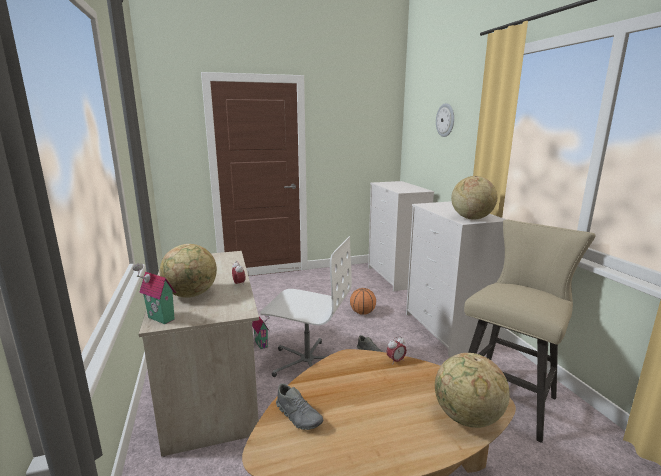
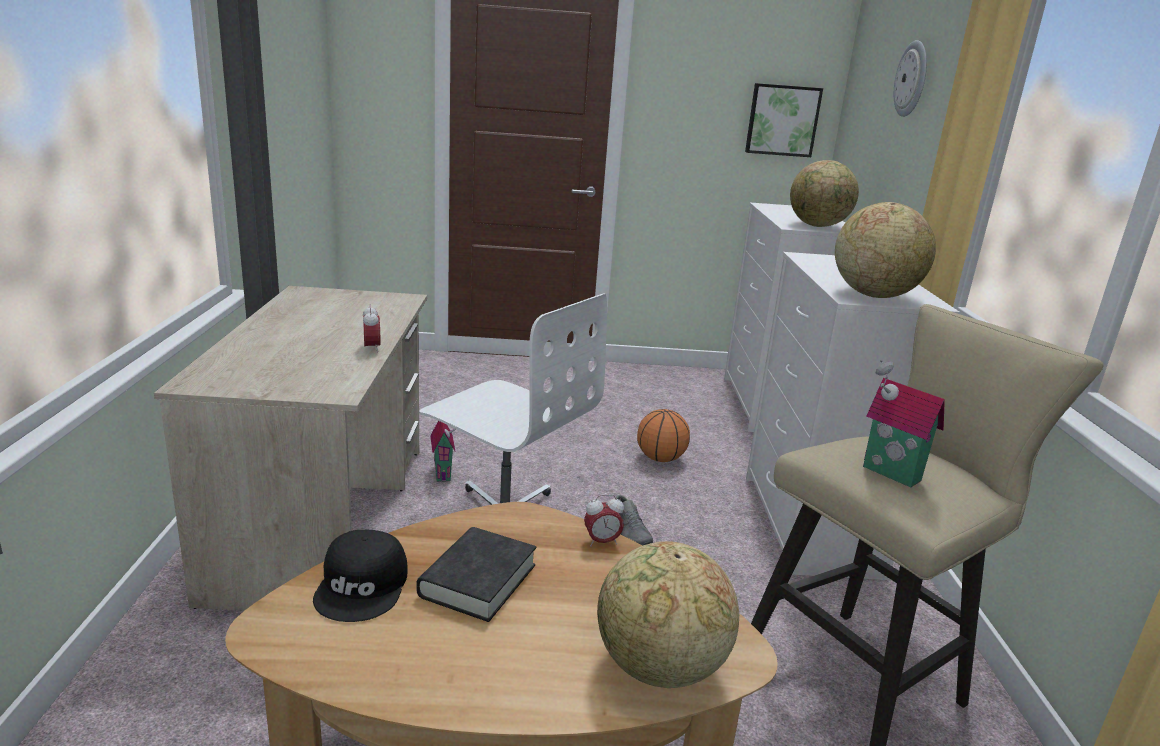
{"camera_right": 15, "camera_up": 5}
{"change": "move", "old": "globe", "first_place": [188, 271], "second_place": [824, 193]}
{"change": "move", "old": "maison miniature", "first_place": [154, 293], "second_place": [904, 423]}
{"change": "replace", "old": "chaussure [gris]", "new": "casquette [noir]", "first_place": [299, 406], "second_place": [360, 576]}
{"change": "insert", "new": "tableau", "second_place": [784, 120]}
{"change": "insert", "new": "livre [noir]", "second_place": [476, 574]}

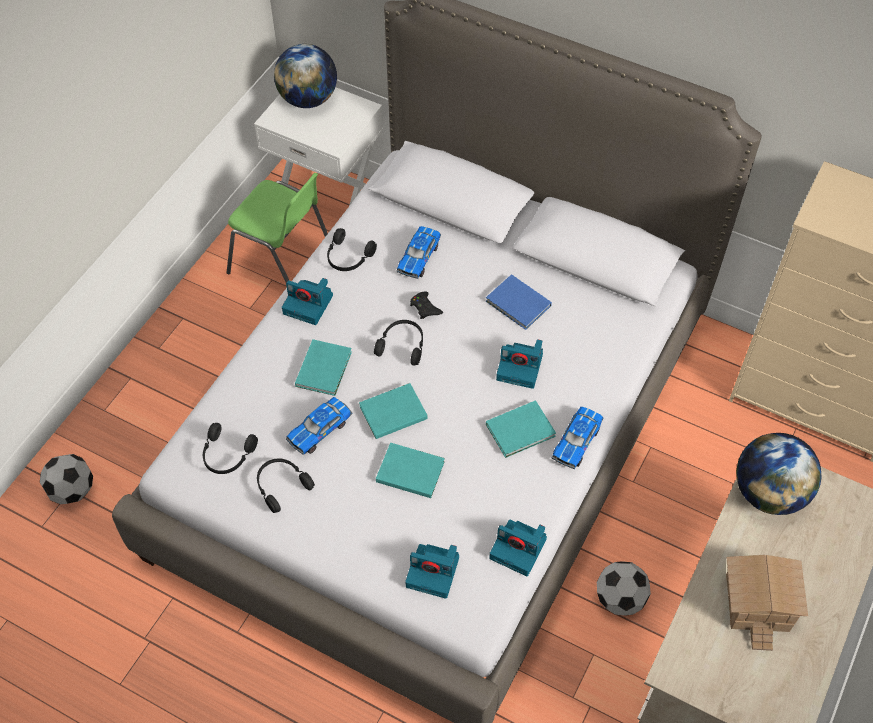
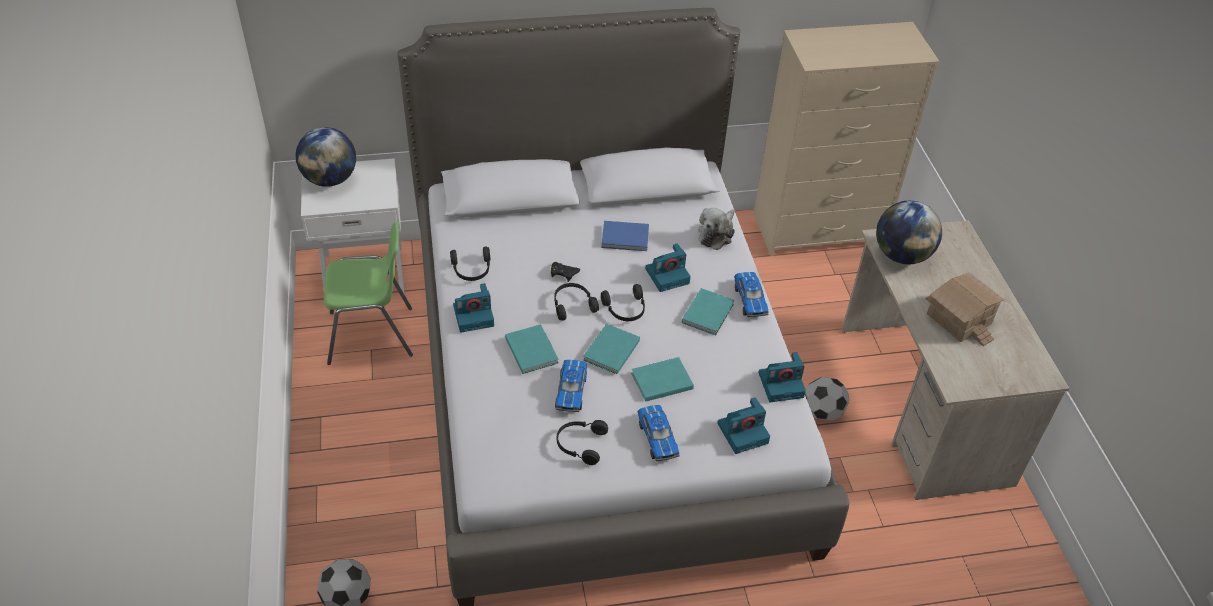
{"camera_right": -40, "camera_up": -10}
{"change": "move", "old": "petite voiture", "first_place": [419, 252], "second_place": [658, 433]}
{"change": "move", "old": "casque audio [noir]", "first_place": [230, 448], "second_place": [623, 302]}
{"change": "insert", "new": "peluche", "second_place": [716, 229]}

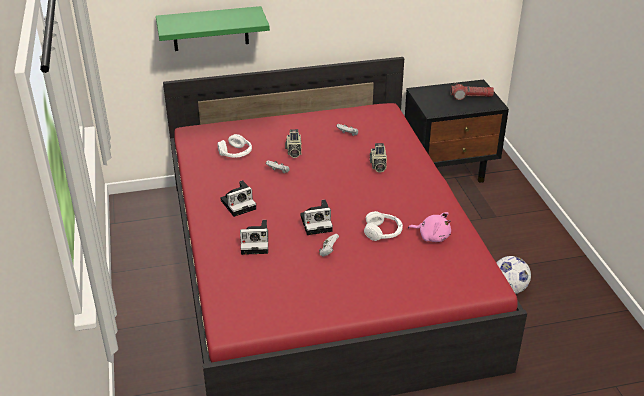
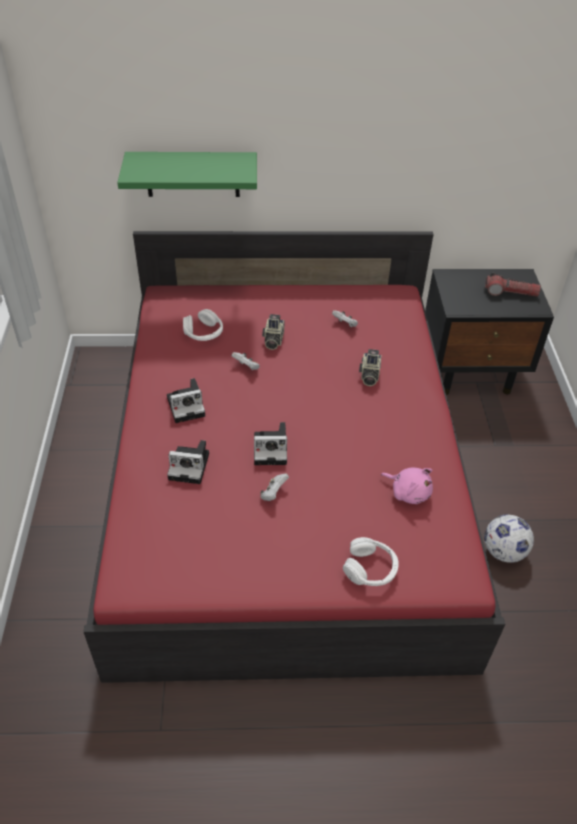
{"camera_right": 10, "camera_up": 10}
{"change": "move", "old": "casque audio [blanc]", "first_place": [383, 226], "second_place": [371, 561]}

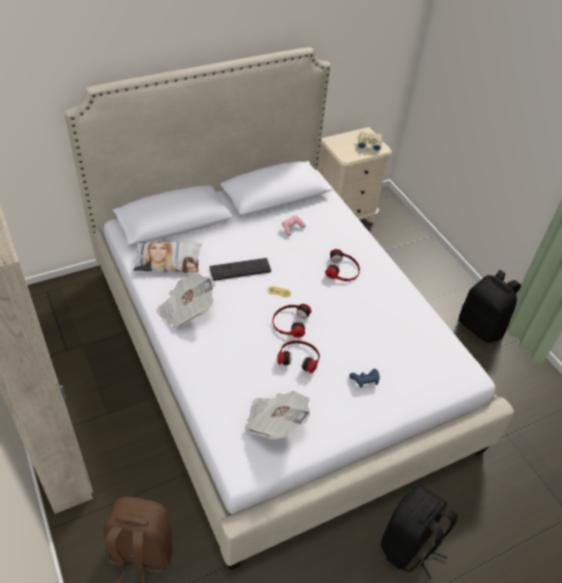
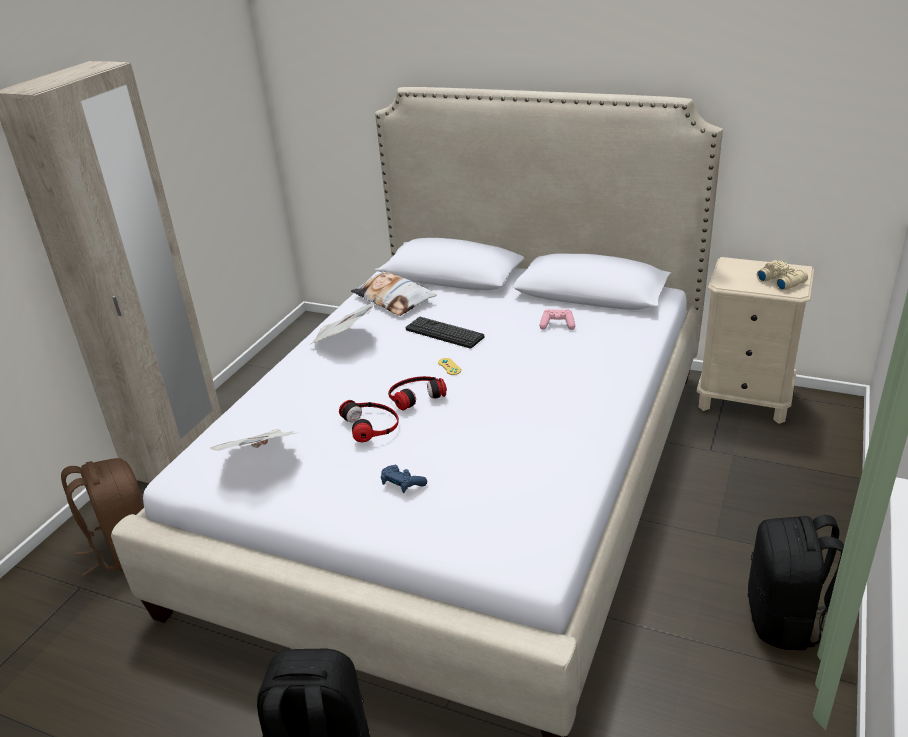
{"camera_right": 55, "camera_up": -15}
{"change": "delete", "old": "casque audio", "first_place": [342, 265]}

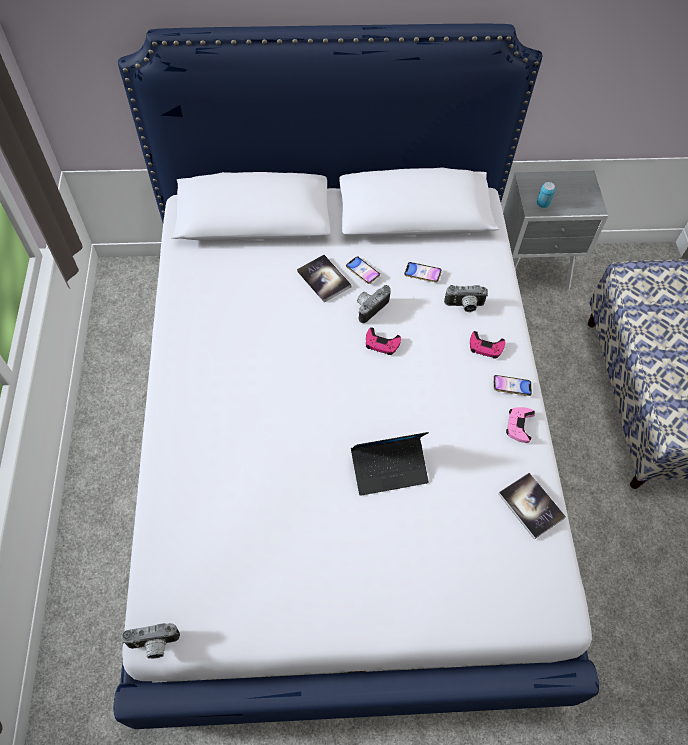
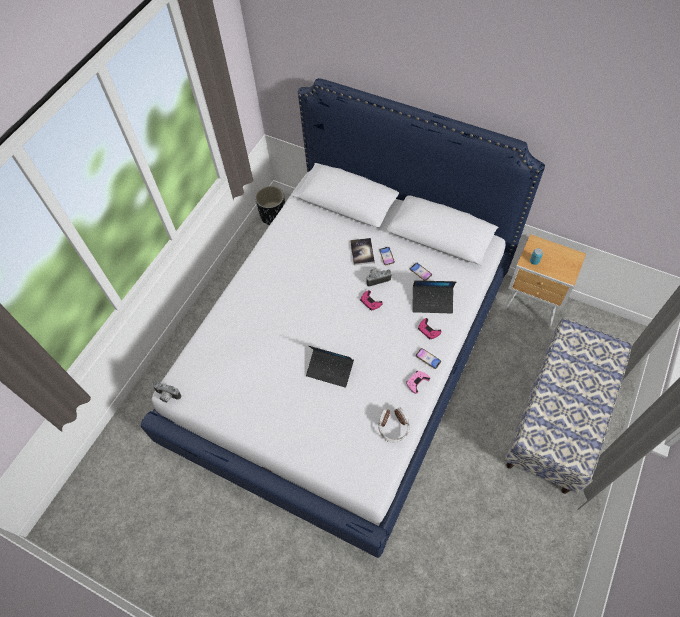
{"camera_right": 35, "camera_up": 0}
{"change": "recolor", "old": "table de chevet [gris]", "new": "table de chevet [marron]", "first_place": [555, 230], "second_place": [544, 280]}
{"change": "replace", "old": "appareil photo", "new": "ordinateur portable", "first_place": [466, 298], "second_place": [434, 296]}
{"change": "replace", "old": "livre", "new": "casque audio", "first_place": [532, 506], "second_place": [393, 425]}
{"change": "insert", "new": "cache-pot [noir]", "second_place": [270, 205]}

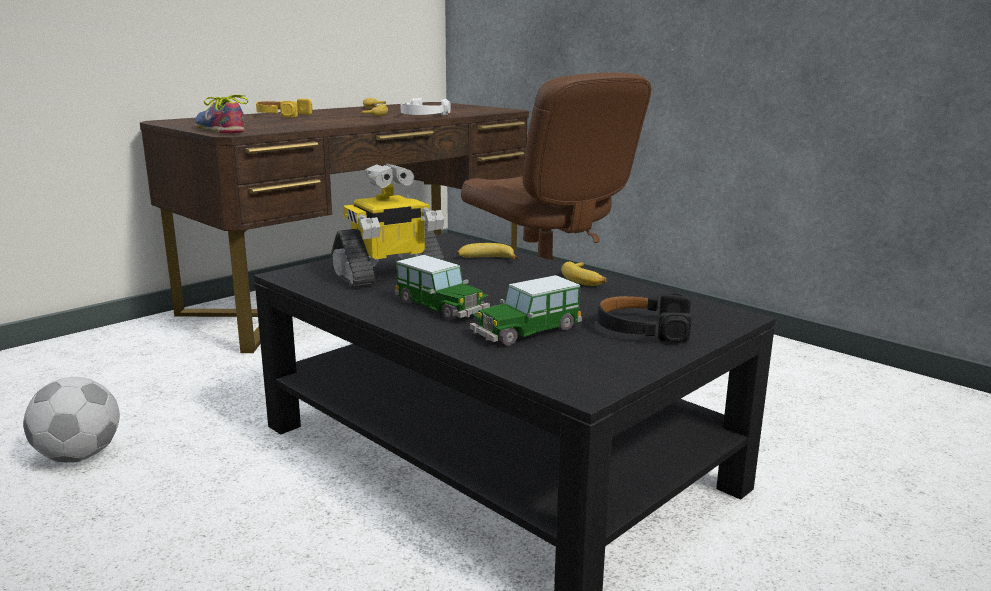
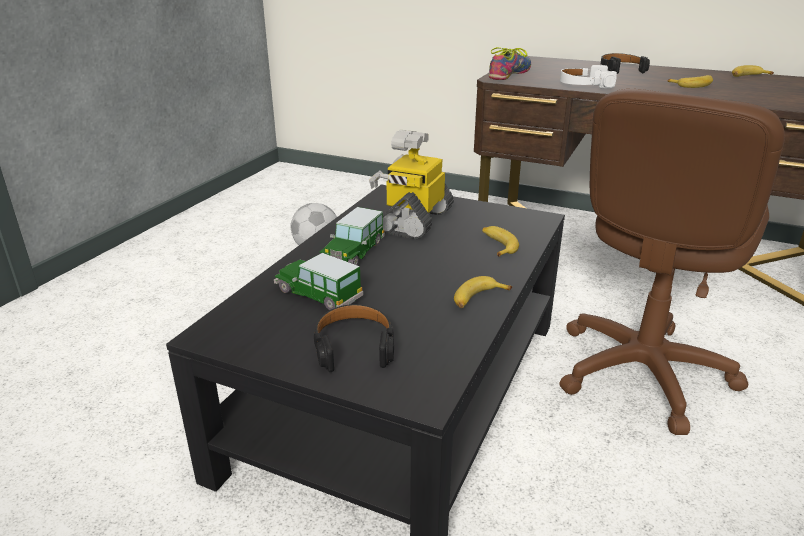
{"camera_right": 70, "camera_up": 10}
{"change": "recolor", "old": "casque audio [jaune]", "new": "casque audio [noir]", "first_place": [284, 108], "second_place": [625, 63]}
{"change": "move", "old": "casque audio [blanc]", "first_place": [426, 107], "second_place": [588, 76]}
{"change": "rotate", "old": "robot jouet", "first_place": [387, 226], "second_place": [411, 184], "degrees": 75}

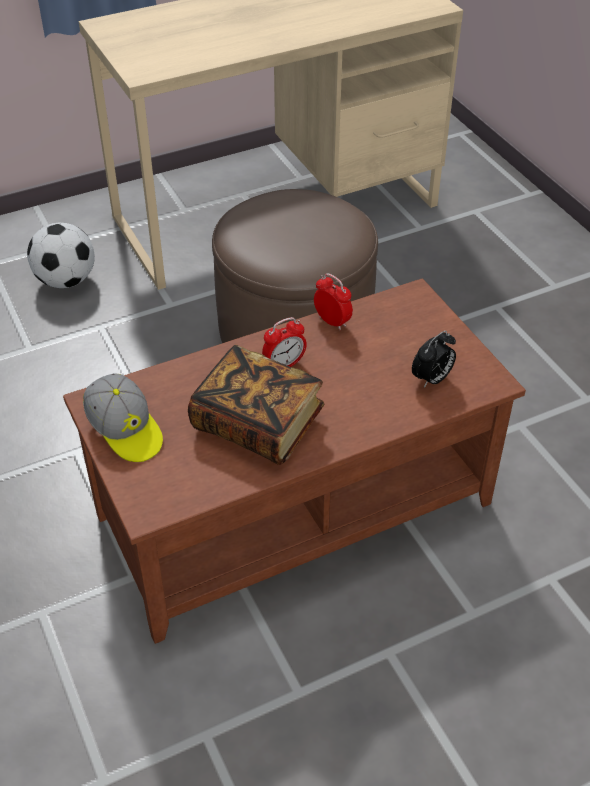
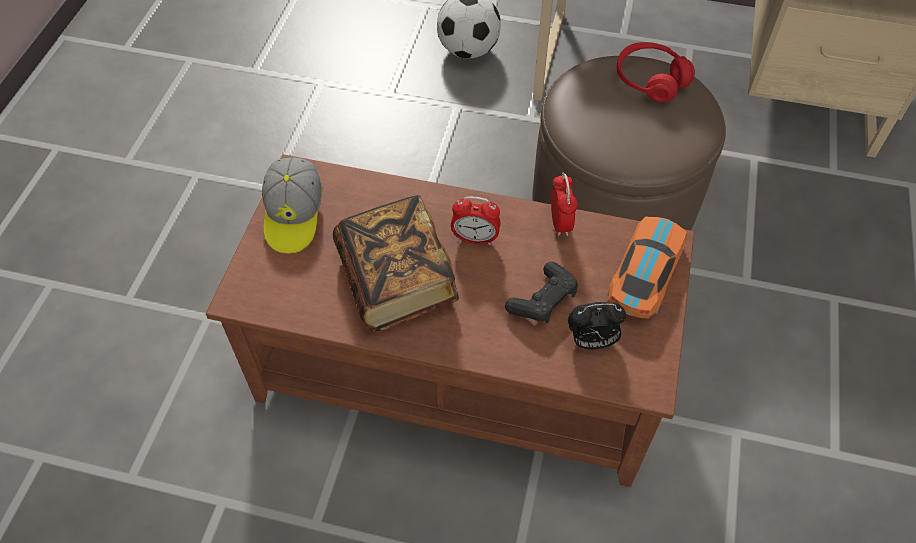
{"camera_right": 40, "camera_up": 10}
{"change": "insert", "new": "casque audio [rouge]", "second_place": [656, 72]}
{"change": "insert", "new": "petite voiture", "second_place": [647, 268]}
{"change": "insert", "new": "manette [noir]", "second_place": [541, 293]}

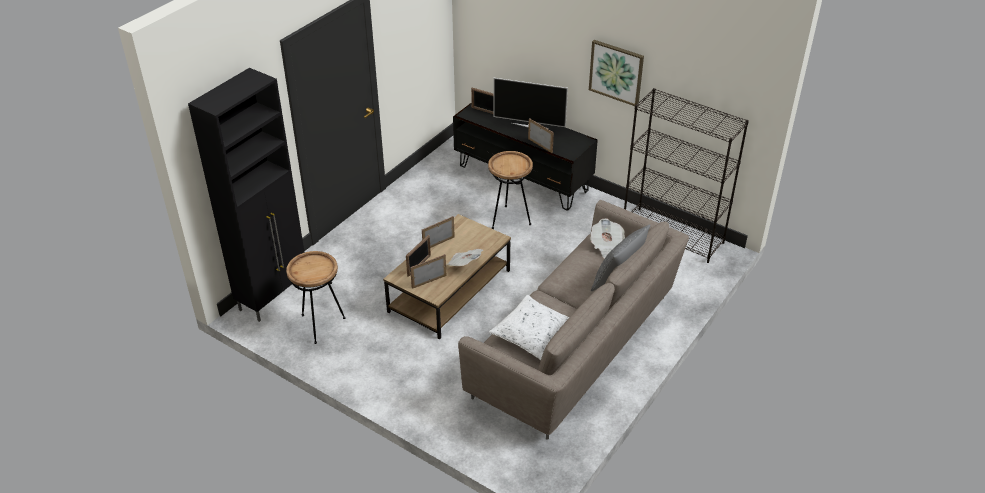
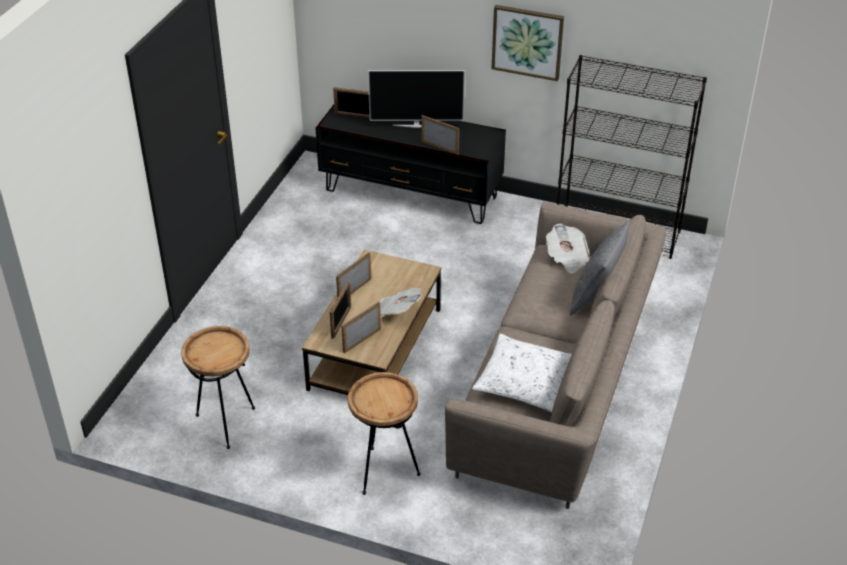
{"camera_right": -15, "camera_up": 0}
{"change": "delete", "old": "meuble de rangement [noir]", "first_place": [246, 195]}
{"change": "move", "old": "table d'appoint [marron]", "first_place": [510, 190], "second_place": [384, 433]}

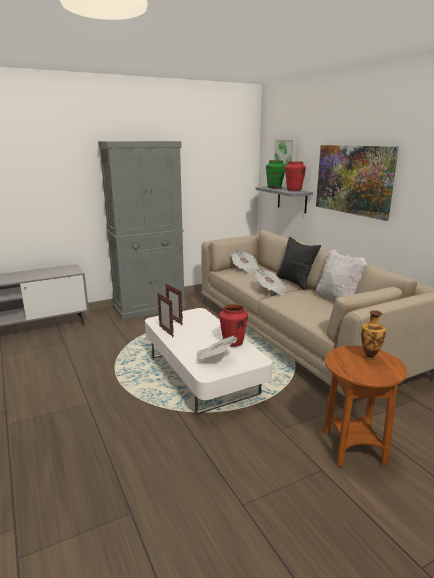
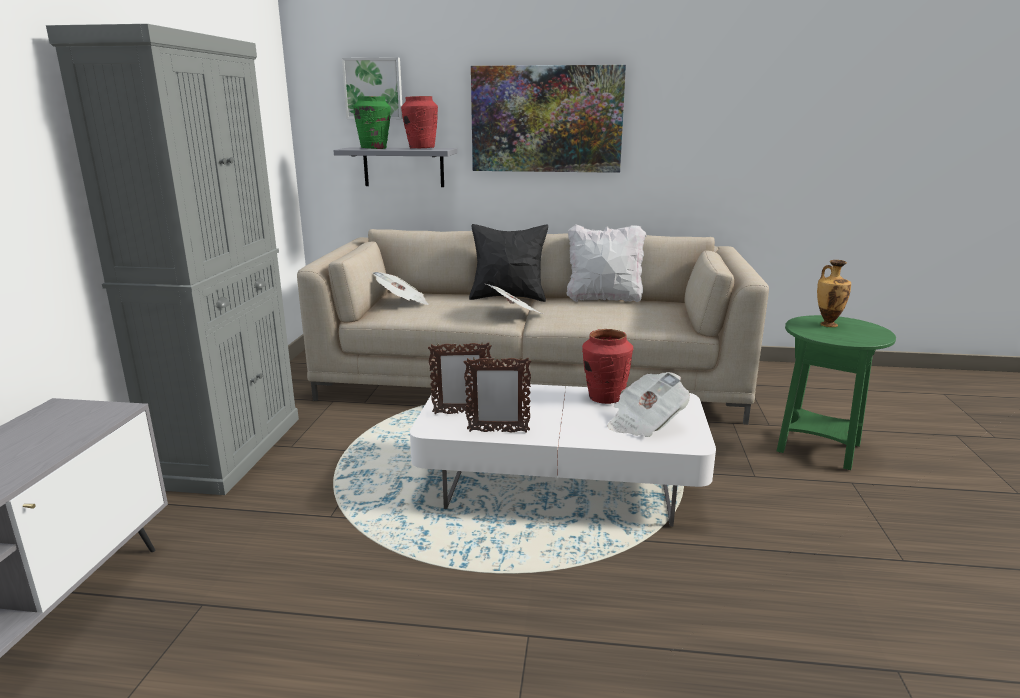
{"camera_right": -55, "camera_up": 0}
{"change": "recolor", "old": "table d'appoint [marron]", "new": "table d'appoint [vert]", "first_place": [365, 406], "second_place": [836, 392]}

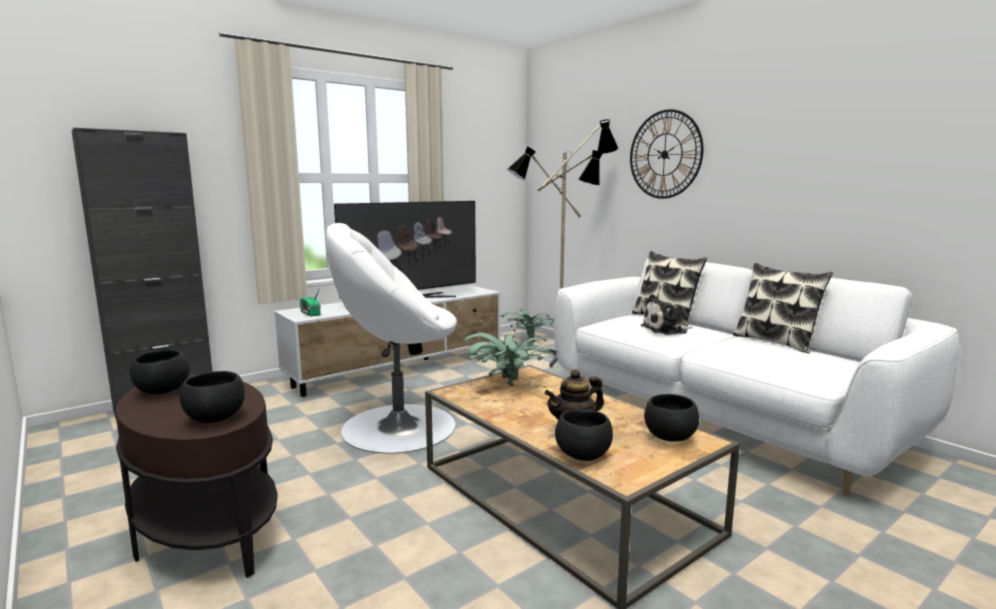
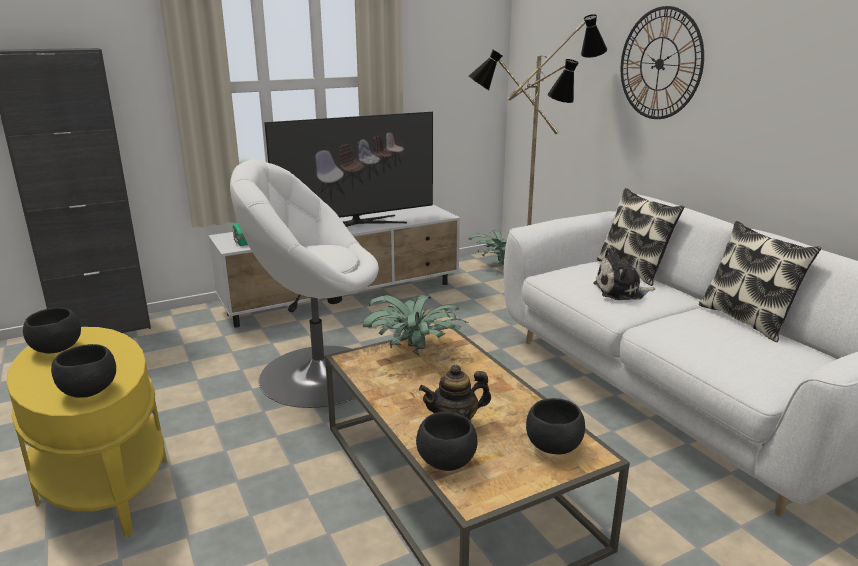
{"camera_right": 10, "camera_up": 10}
{"change": "recolor", "old": "table d'appoint [marron]", "new": "table d'appoint [jaune]", "first_place": [196, 476], "second_place": [86, 432]}

